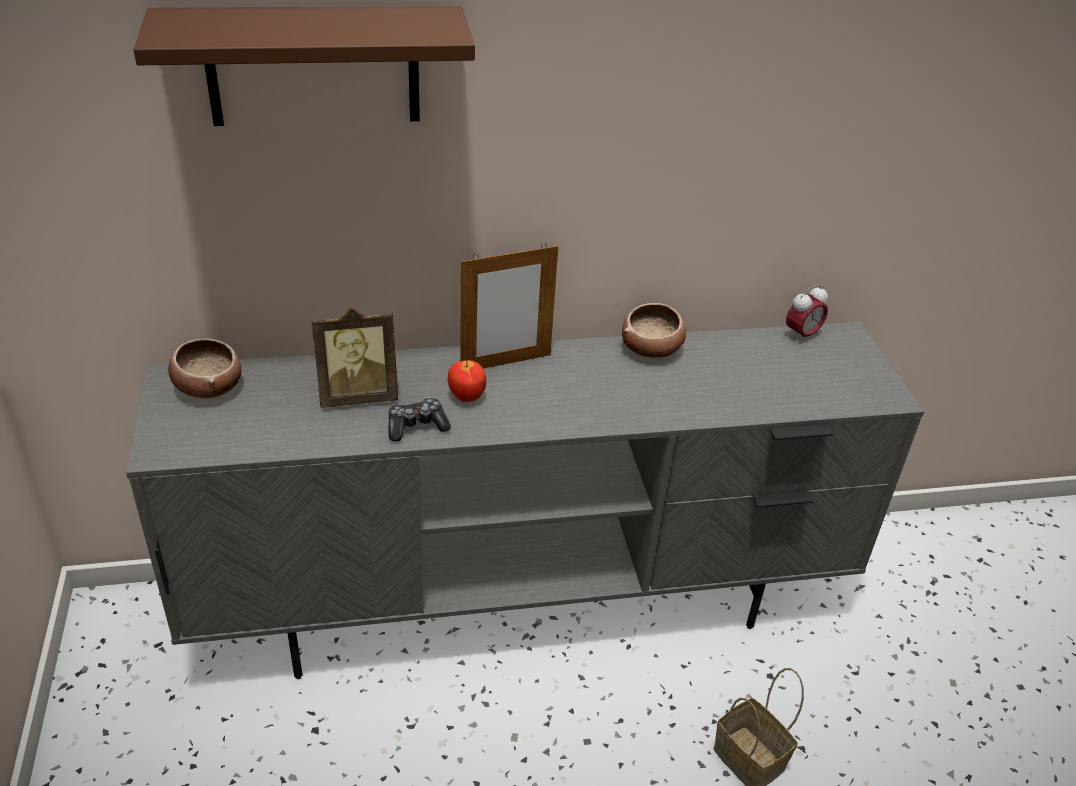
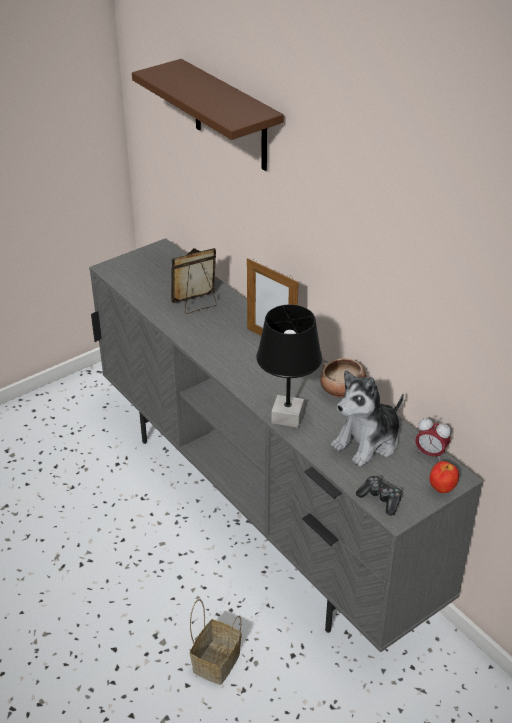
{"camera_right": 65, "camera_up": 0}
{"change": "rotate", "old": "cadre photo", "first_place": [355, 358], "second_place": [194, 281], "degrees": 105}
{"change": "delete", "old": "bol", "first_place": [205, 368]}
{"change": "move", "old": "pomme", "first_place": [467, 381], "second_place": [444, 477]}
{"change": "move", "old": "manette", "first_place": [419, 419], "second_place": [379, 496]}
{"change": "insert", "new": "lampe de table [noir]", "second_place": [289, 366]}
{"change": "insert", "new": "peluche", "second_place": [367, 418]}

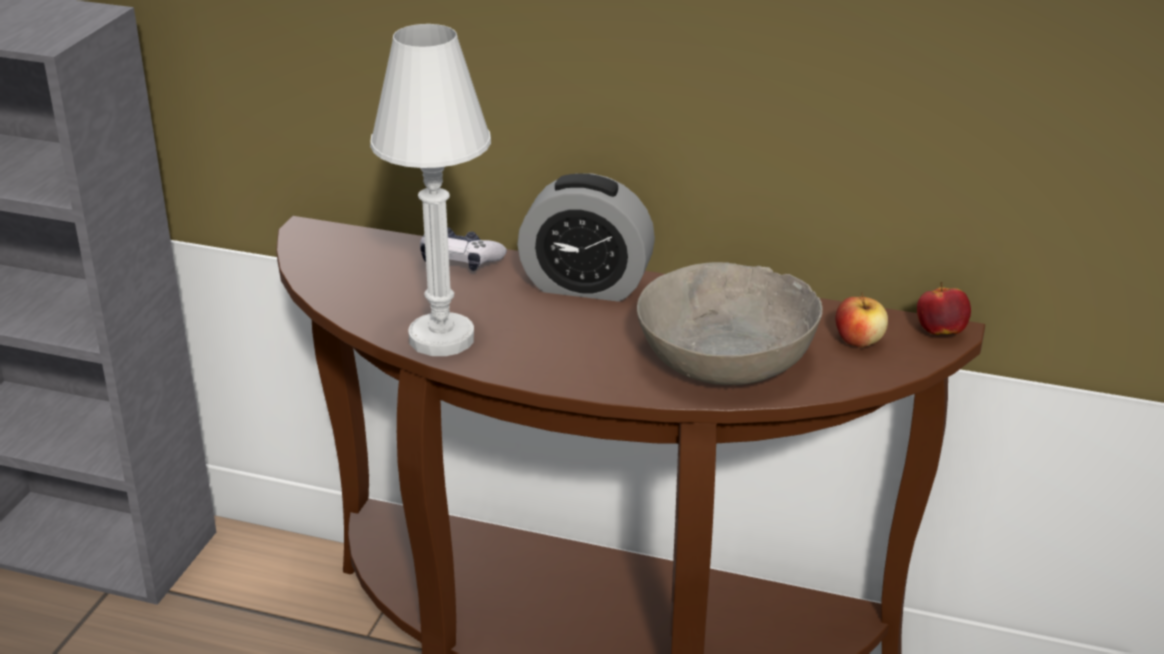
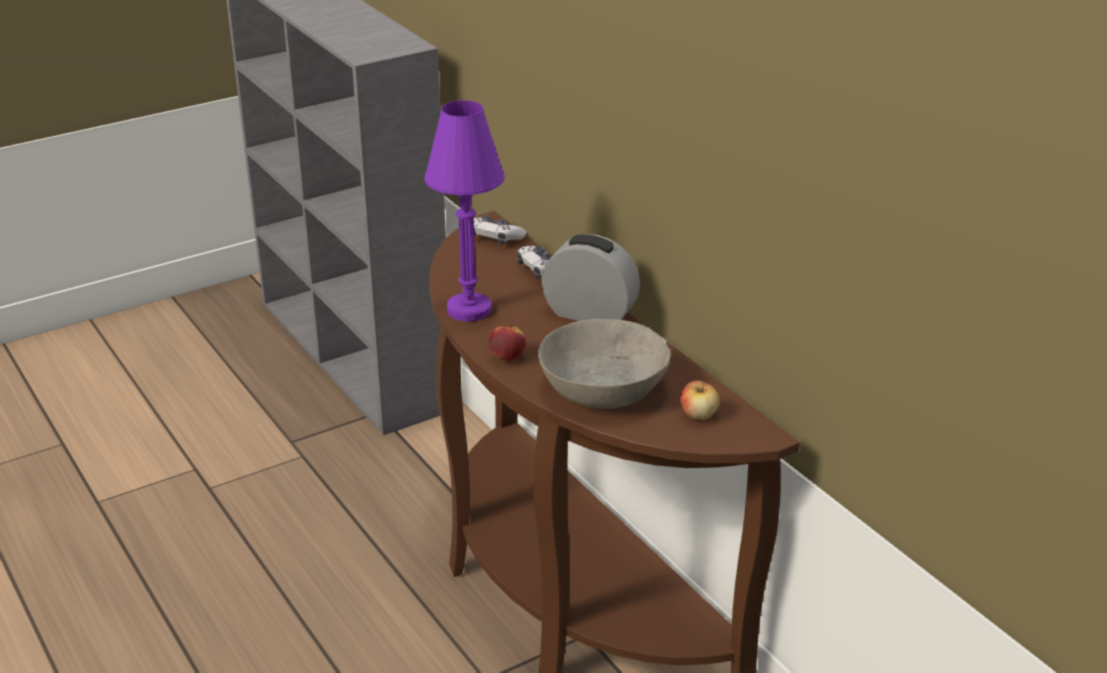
{"camera_right": 40, "camera_up": 0}
{"change": "recolor", "old": "lampe de table [blanc]", "new": "lampe de table [violet]", "first_place": [430, 190], "second_place": [465, 211]}
{"change": "rotate", "old": "réveil", "first_place": [586, 237], "second_place": [591, 277], "degrees": 150}
{"change": "move", "old": "pomme", "first_place": [944, 308], "second_place": [507, 341]}
{"change": "insert", "new": "manette", "second_place": [500, 230]}

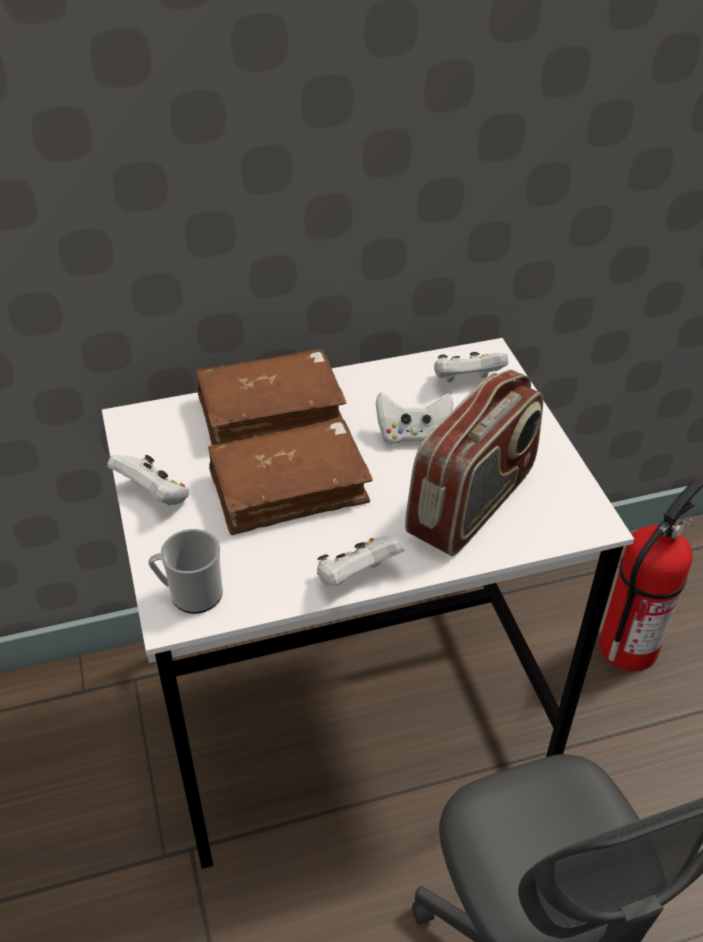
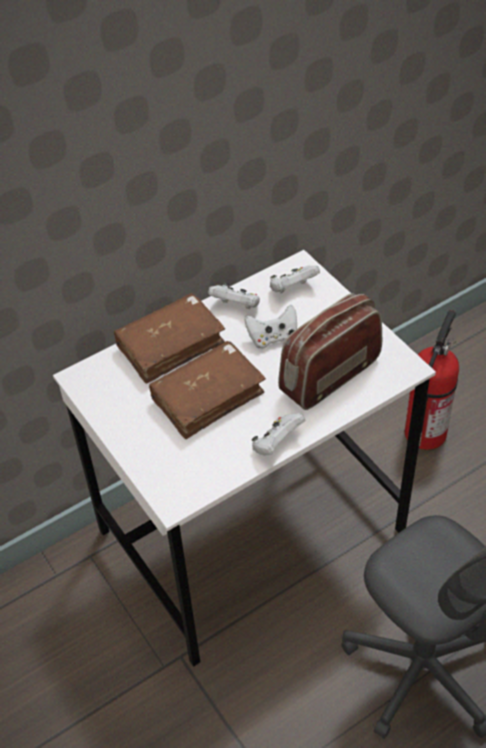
{"camera_right": -15, "camera_up": 5}
{"change": "rotate", "old": "radio", "first_place": [474, 463], "second_place": [330, 351], "degrees": -150}
{"change": "move", "old": "manette [blanc]", "first_place": [148, 480], "second_place": [234, 296]}
{"change": "delete", "old": "mug", "first_place": [185, 571]}

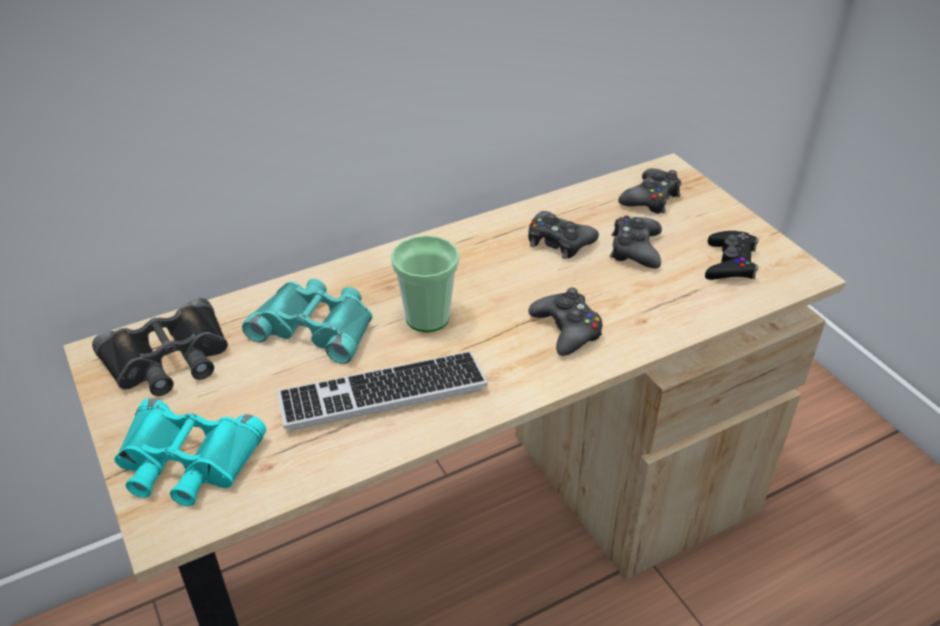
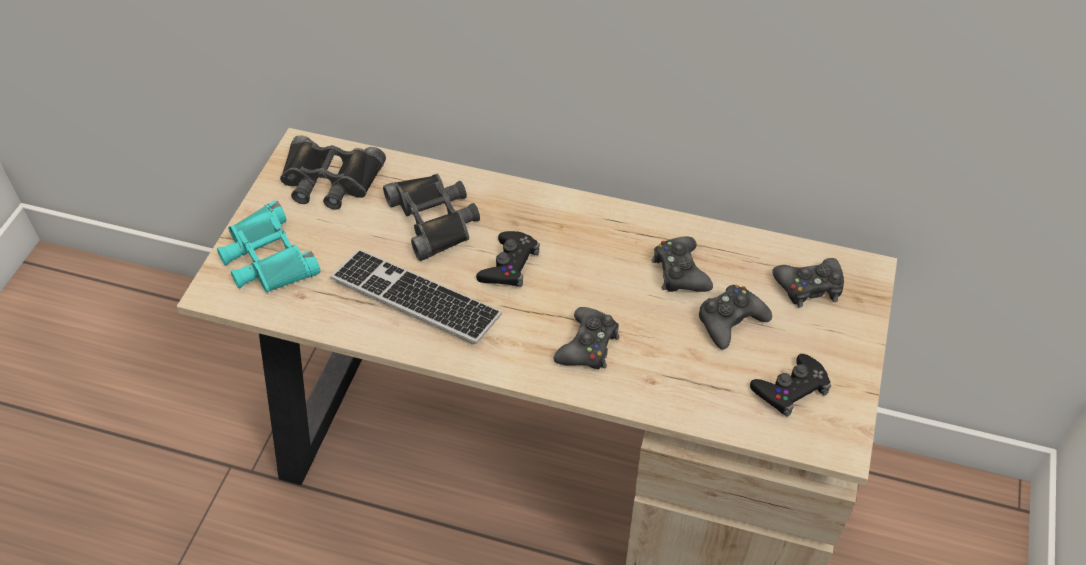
{"camera_right": 45, "camera_up": 10}
{"change": "replace", "old": "tasse", "new": "manette [noir]", "first_place": [425, 283], "second_place": [508, 259]}
{"change": "recolor", "old": "jumelles [turquoise]", "new": "jumelles [noir]", "first_place": [307, 321], "second_place": [431, 217]}

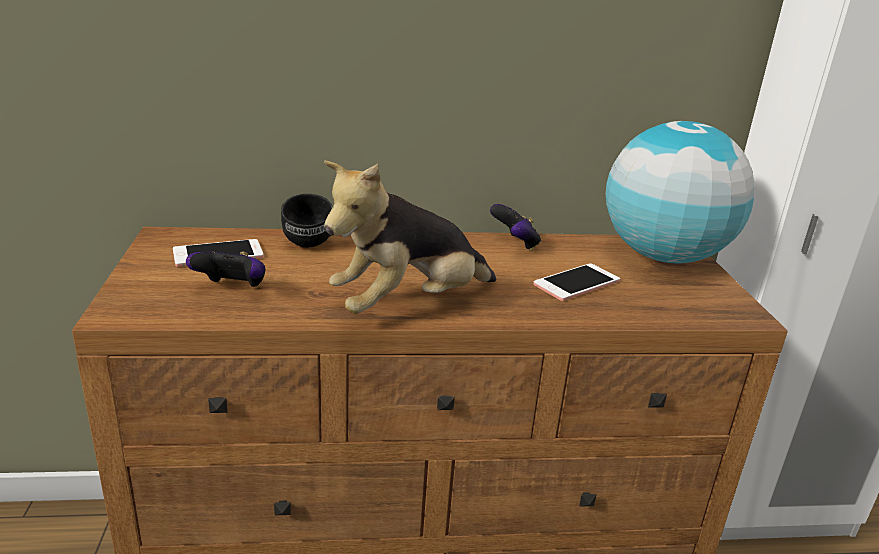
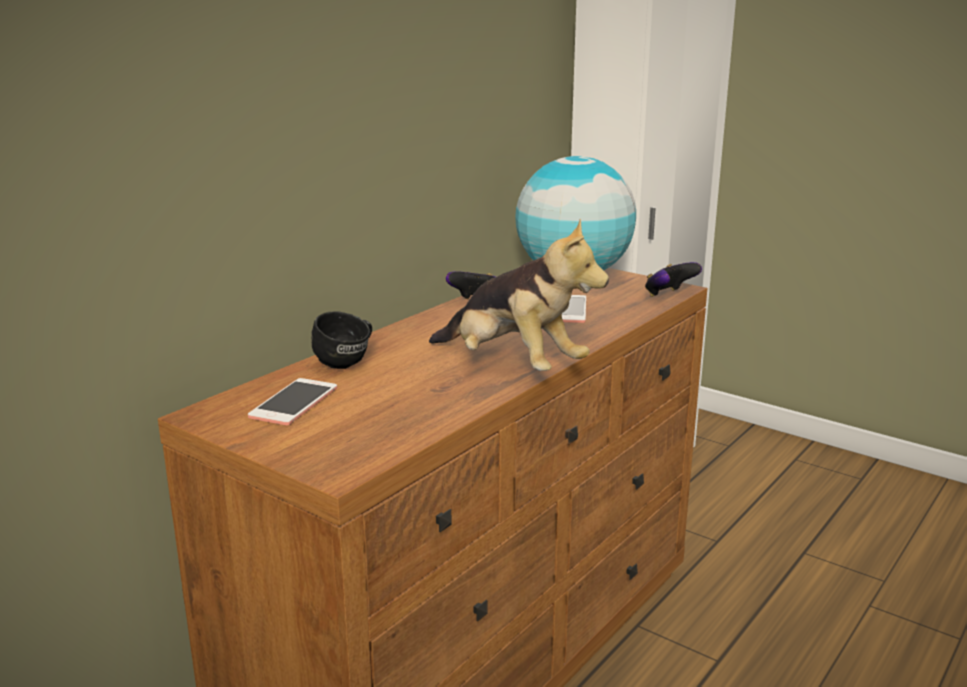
{"camera_right": -45, "camera_up": -5}
{"change": "rotate", "old": "peluche", "first_place": [410, 237], "second_place": [519, 295], "degrees": -60}
{"change": "move", "old": "manette", "first_place": [225, 269], "second_place": [673, 279]}

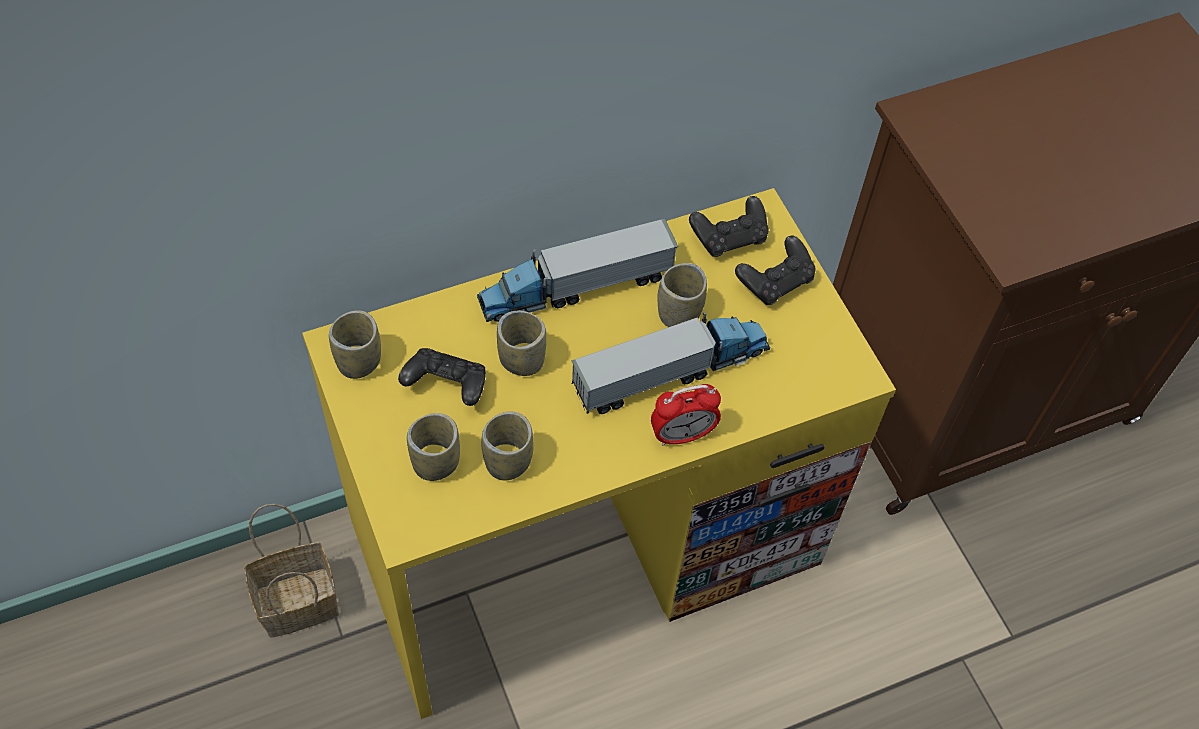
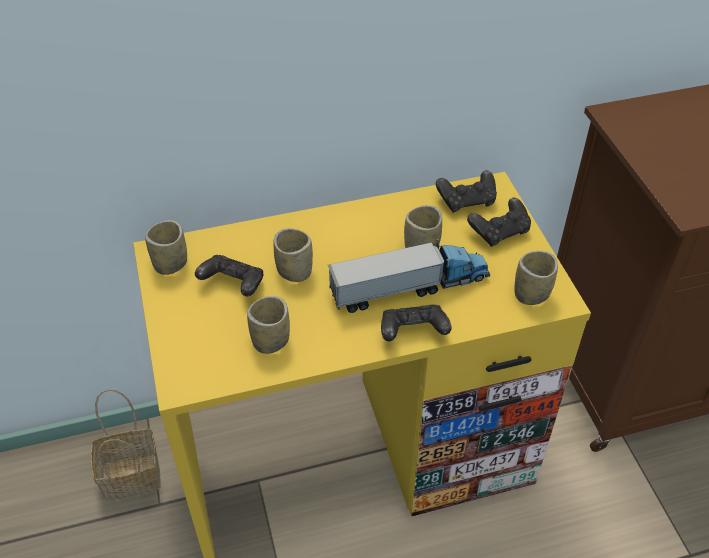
{"camera_right": 10, "camera_up": -10}
{"change": "delete", "old": "camion jouet", "first_place": [577, 270]}
{"change": "replace", "old": "réveil", "new": "manette [noir]", "first_place": [686, 415], "second_place": [416, 322]}
{"change": "move", "old": "tasse", "first_place": [433, 447], "second_place": [536, 278]}

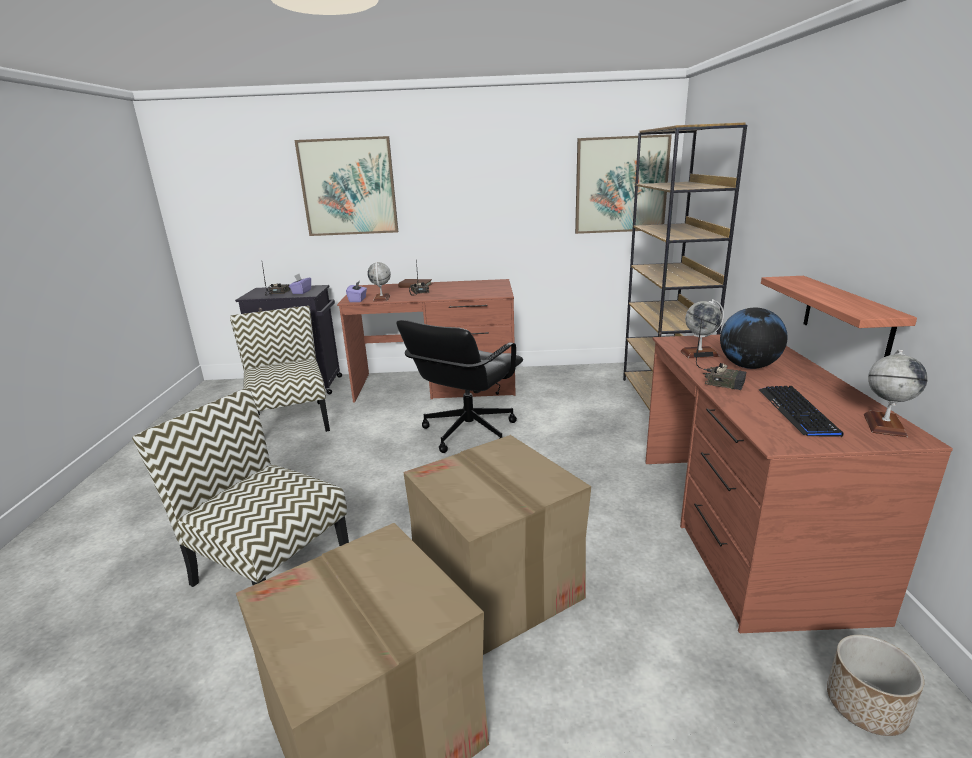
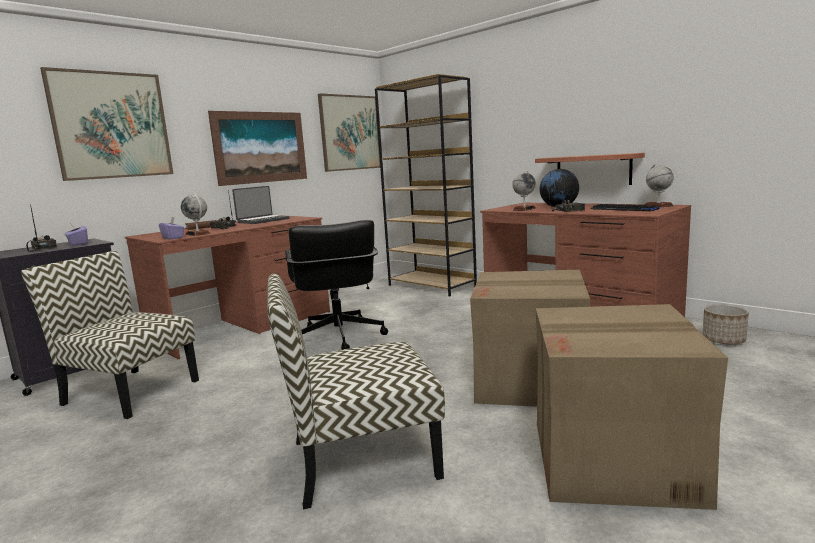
{"camera_right": -45, "camera_up": -10}
{"change": "insert", "new": "tableau", "second_place": [257, 148]}
{"change": "insert", "new": "ordinateur portable", "second_place": [261, 205]}

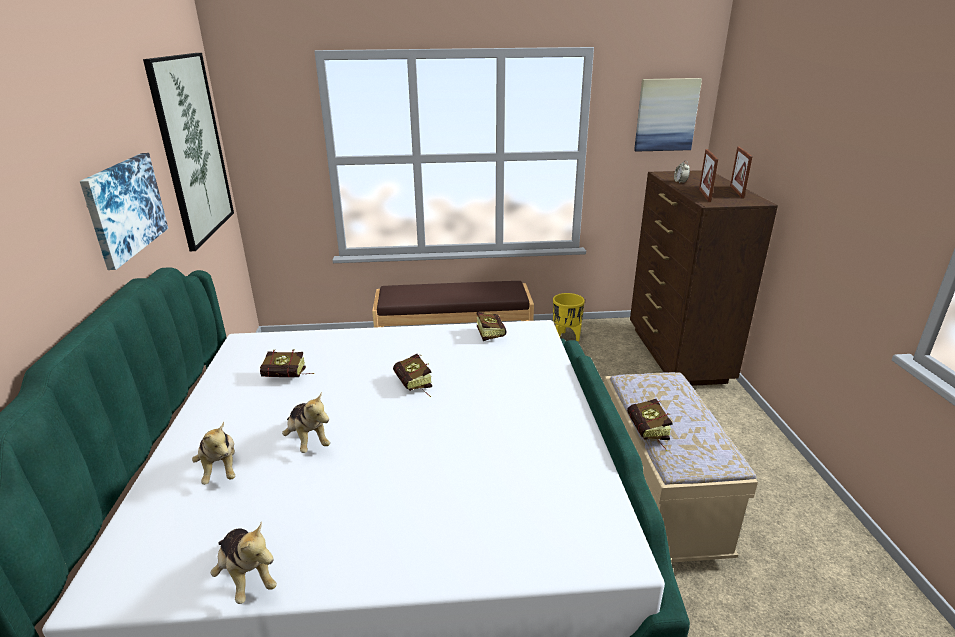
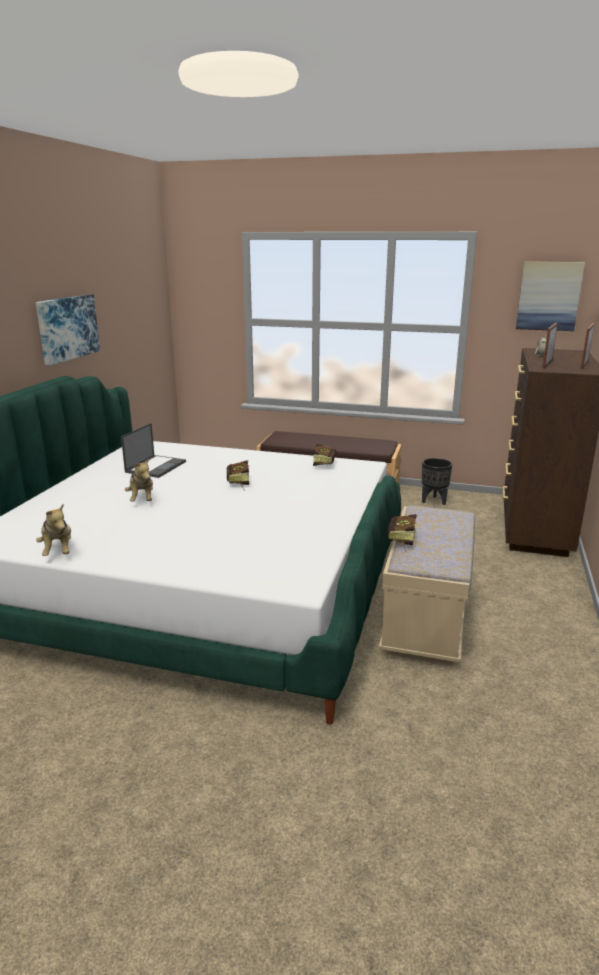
{"camera_right": 20, "camera_up": -5}
{"change": "delete", "old": "tableau", "first_place": [188, 152]}
{"change": "recolor", "old": "cache-pot [jaune]", "new": "cache-pot [noir]", "first_place": [569, 317], "second_place": [437, 481]}
{"change": "replace", "old": "livre", "new": "ordinateur portable", "first_place": [287, 363], "second_place": [153, 450]}
{"change": "delete", "old": "peluche", "first_place": [213, 453]}

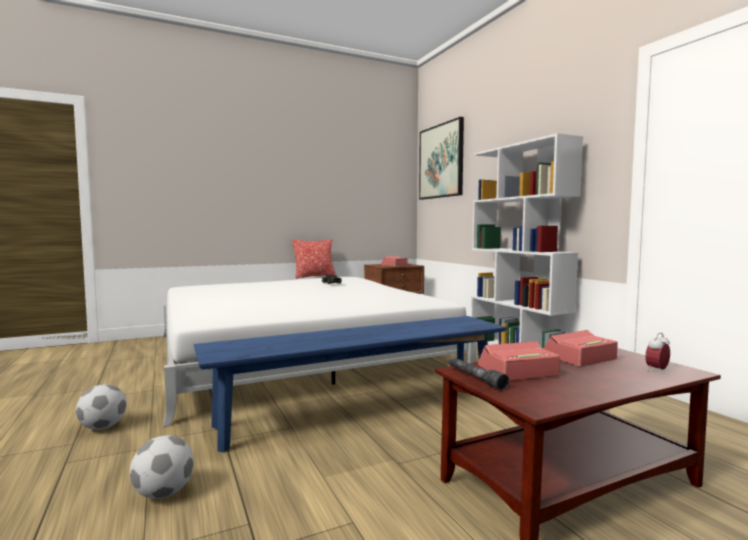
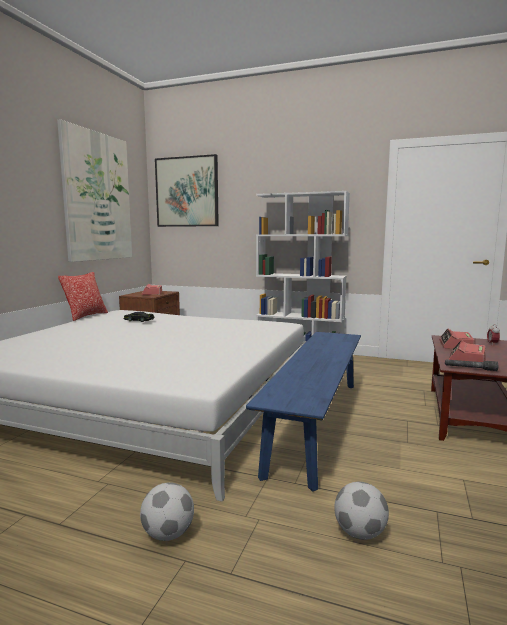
{"camera_right": -45, "camera_up": 5}
{"change": "insert", "new": "tableau", "second_place": [94, 190]}

